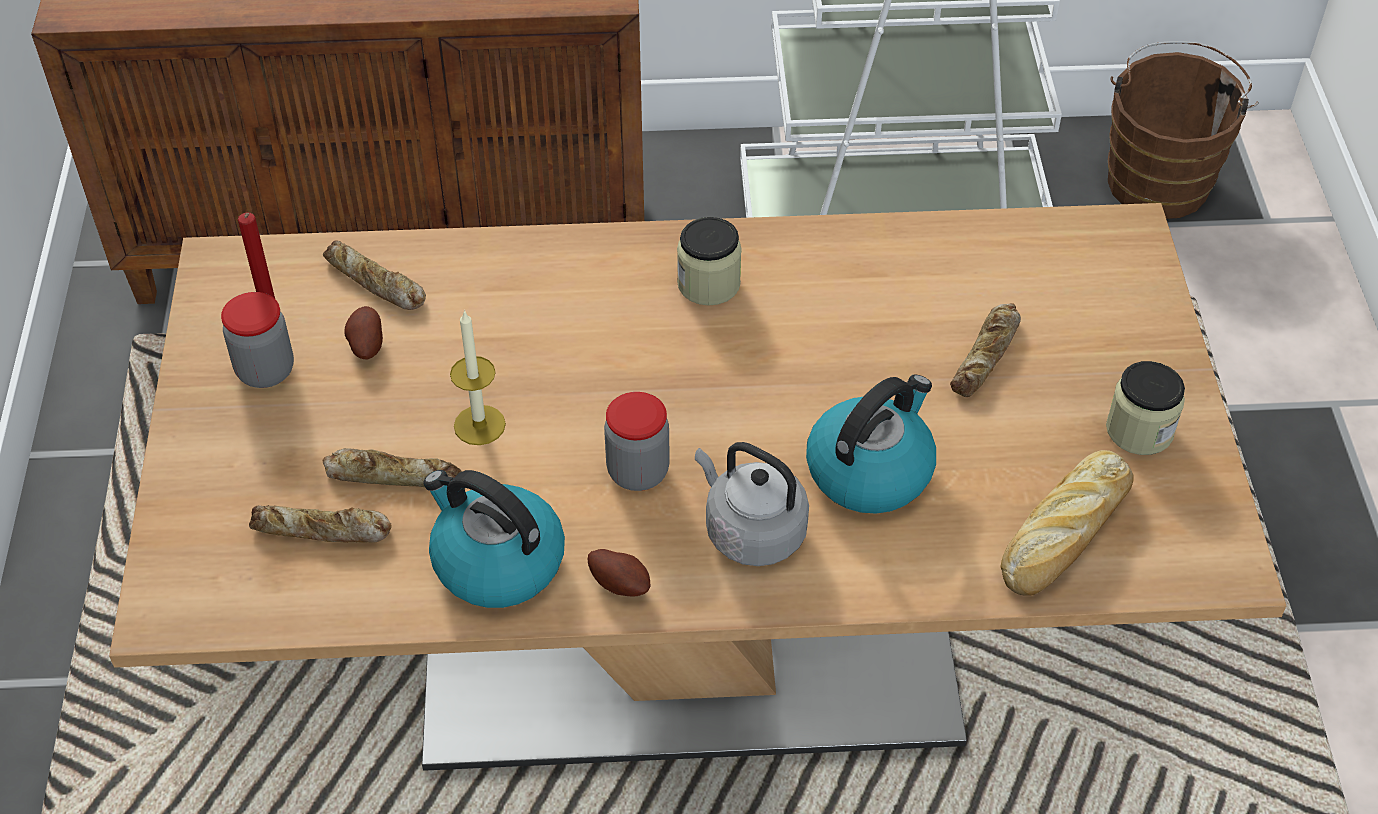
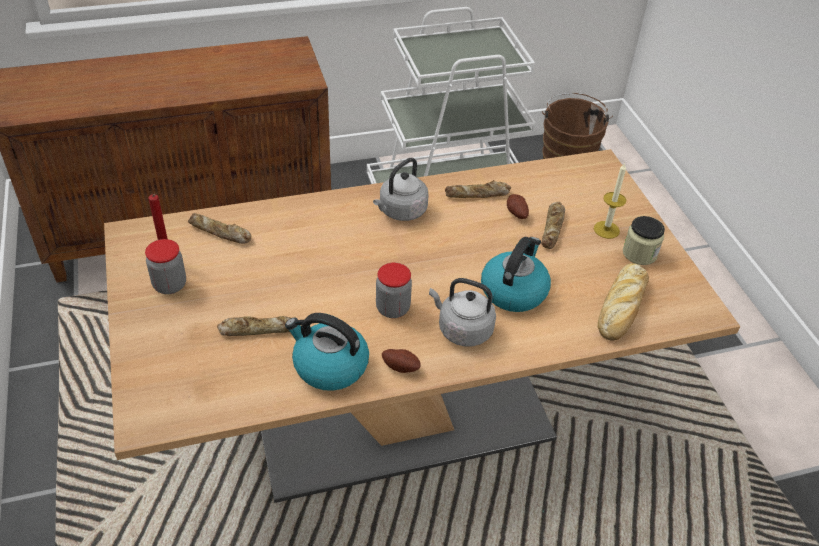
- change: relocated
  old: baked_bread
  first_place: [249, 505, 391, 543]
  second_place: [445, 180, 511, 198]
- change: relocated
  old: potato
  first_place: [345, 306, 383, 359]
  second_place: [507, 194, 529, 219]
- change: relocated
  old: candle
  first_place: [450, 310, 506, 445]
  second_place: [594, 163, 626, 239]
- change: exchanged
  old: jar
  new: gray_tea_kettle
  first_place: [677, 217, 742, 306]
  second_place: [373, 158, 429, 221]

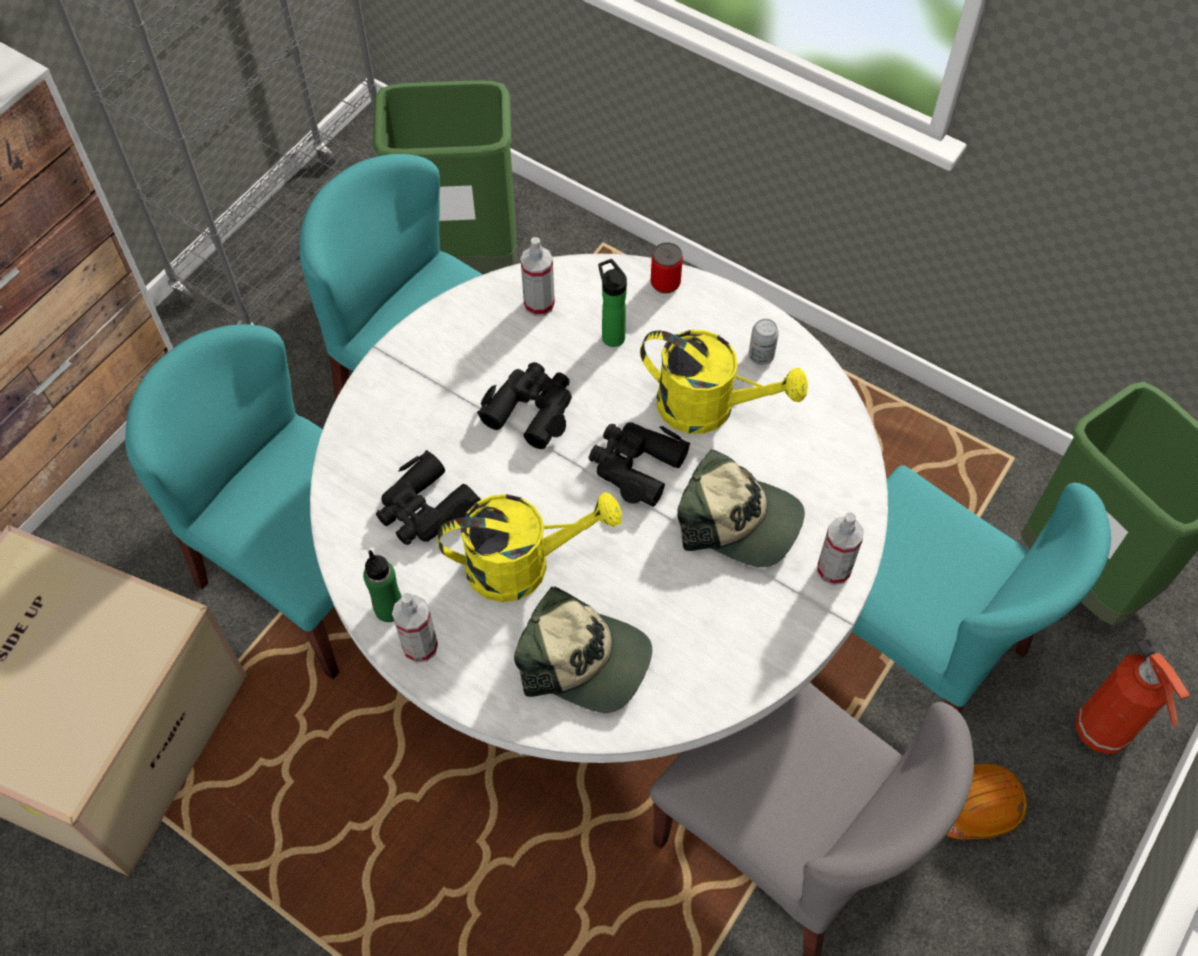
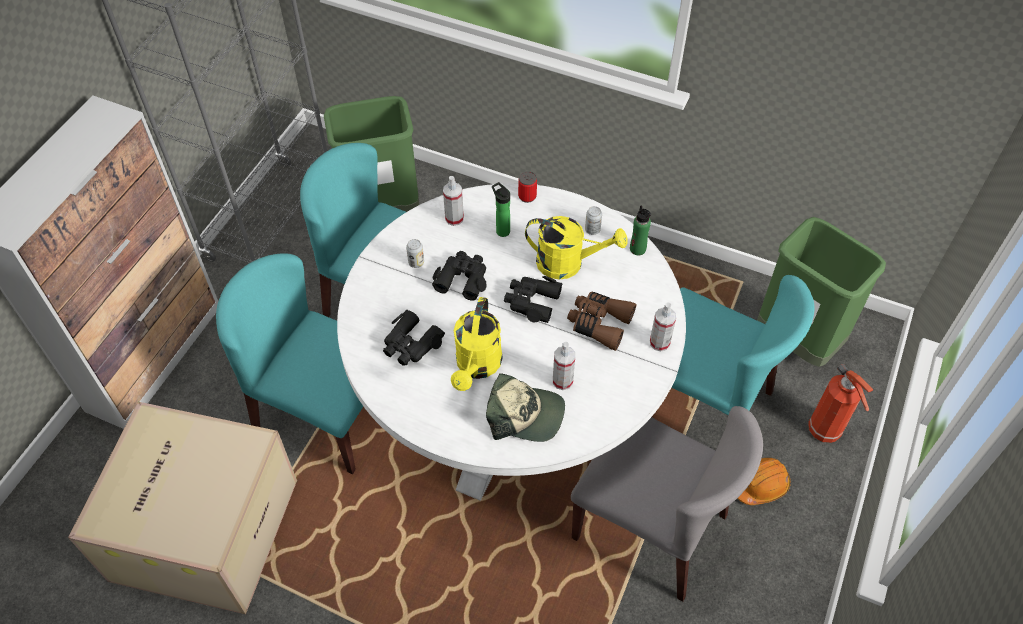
- change: appeared
  new: sealed_can
  second_place: [406, 239, 424, 268]
- change: relocated
  old: greenish_bottle
  first_place: [363, 550, 402, 622]
  second_place: [630, 206, 651, 255]
- change: relocated
  old: sprayer
  first_place: [392, 593, 438, 663]
  second_place: [553, 342, 575, 390]
- change: exchanged
  old: cap
  new: brown-coloured_field_glasses
  first_place: [677, 449, 805, 567]
  second_place: [567, 292, 636, 351]
- change: spun
  old: yellow_watering_pot
  first_place: [437, 492, 622, 602]
  second_place: [451, 297, 503, 391]
  degrees: 120

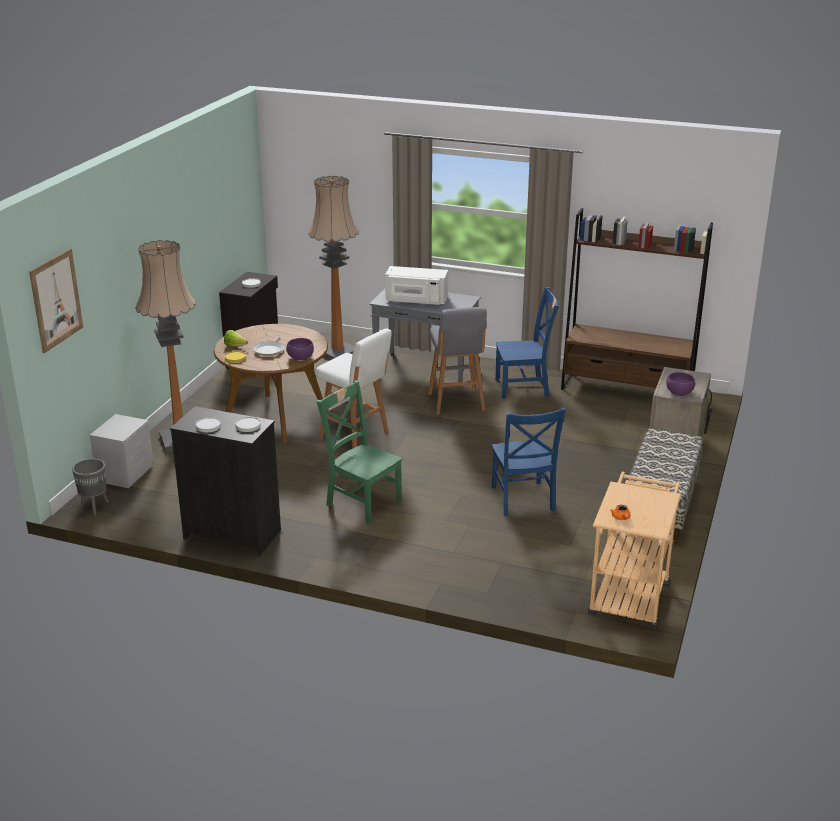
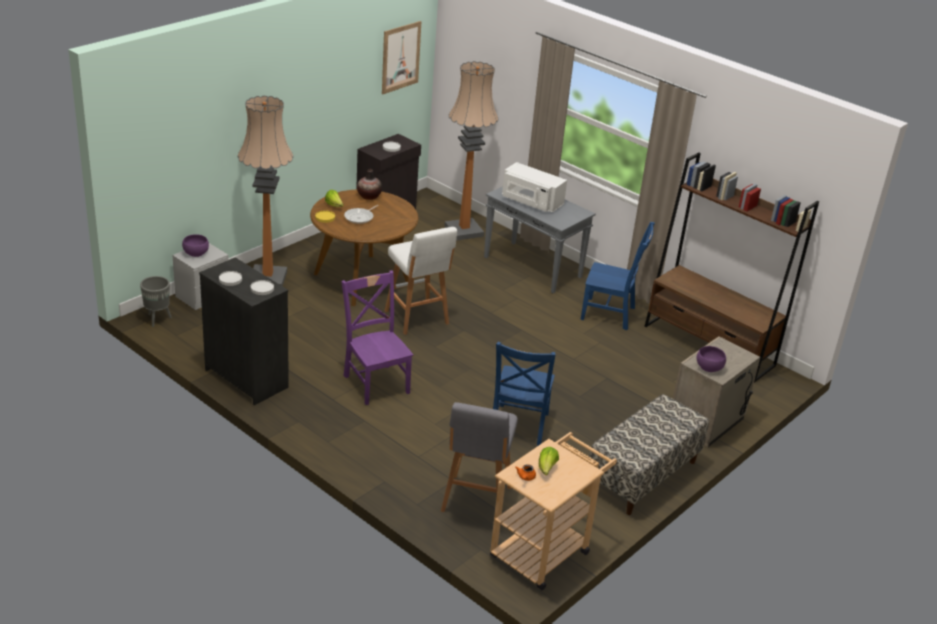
- change: appeared
  new: decorative_vase
  second_place: [357, 169, 382, 200]
- change: appeared
  new: lettuce
  second_place: [539, 447, 559, 475]
- change: relocated
  old: wall_picture
  first_place: [29, 249, 83, 353]
  second_place: [382, 21, 422, 94]
- change: relocated
  old: purple-coloured_bowl
  first_place: [286, 338, 314, 360]
  second_place: [182, 234, 209, 257]
- change: relocated
  old: gray_sitting_stool
  first_place: [428, 307, 487, 415]
  second_place: [441, 402, 518, 512]
- change: colour
  old: greenish_chair
  new: purple-coloured_chair
  first_place: [316, 380, 403, 524]
  second_place: [341, 270, 414, 405]

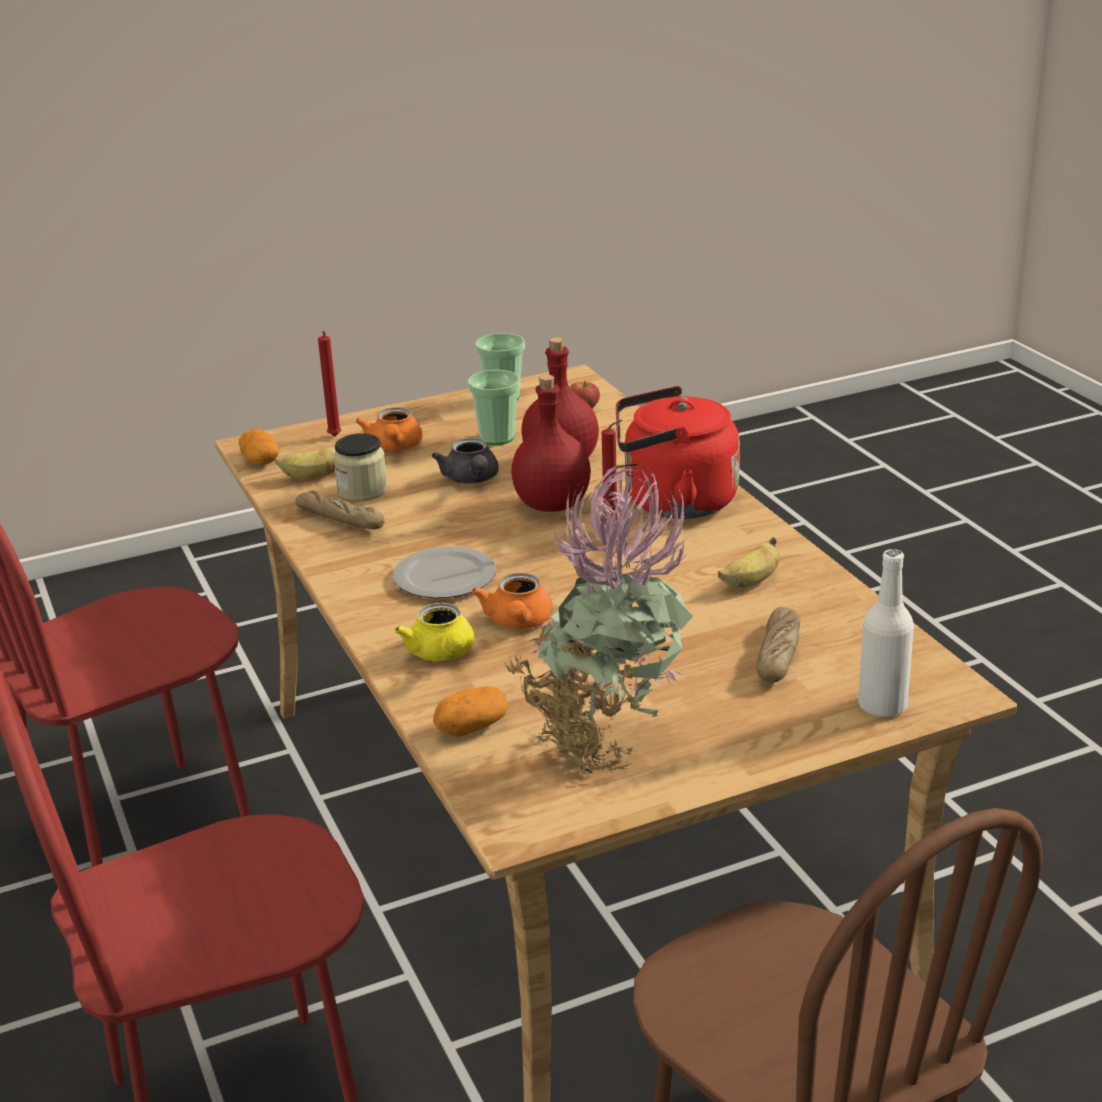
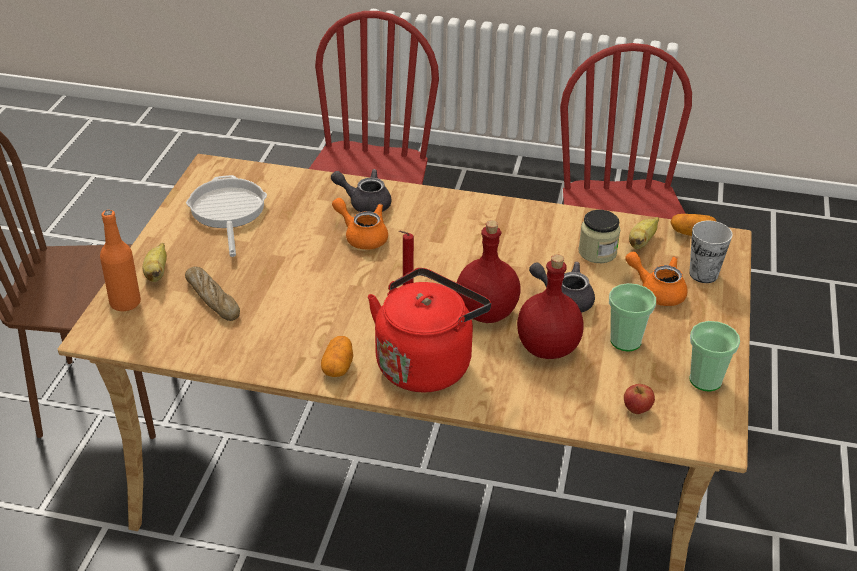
- change: missing
  old: baked_bread
  first_place: [295, 490, 385, 529]
- change: missing
  old: flat_dish
  first_place: [393, 546, 496, 598]
- change: relocated
  old: potato
  first_place: [433, 686, 508, 737]
  second_place: [321, 336, 353, 377]
- change: relocated
  old: banana
  first_place: [718, 537, 780, 588]
  second_place: [143, 243, 167, 282]
- change: exchanged
  old: red-coloured_candle
  new: drinking_cup
  first_place: [318, 331, 342, 436]
  second_place: [689, 221, 733, 283]
- change: exchanged
  old: houseplant
  new: pan
  first_place: [503, 464, 693, 776]
  second_place: [186, 175, 267, 257]
- change: colour
  old: yellow_tea_pot
  new: gray_tea_pot
  first_place: [395, 603, 475, 661]
  second_place: [331, 169, 392, 212]
- change: colour
  old: white-coloured_bottle
  new: orange_bottle
  first_place: [858, 549, 914, 717]
  second_place: [100, 210, 141, 311]

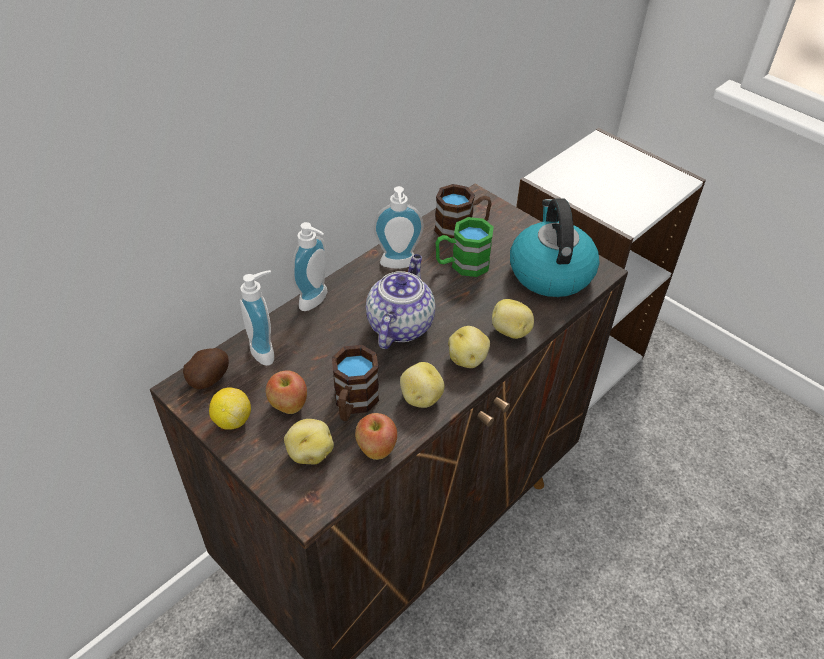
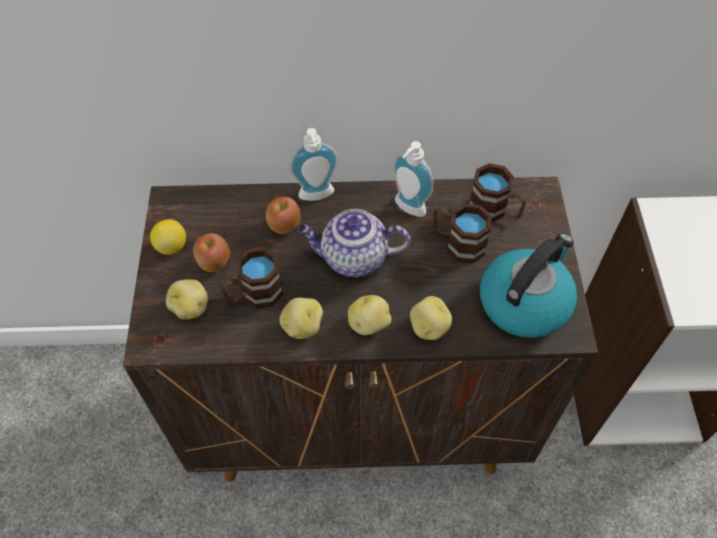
- change: missing
  old: potato
  first_place: [183, 348, 229, 389]
- change: missing
  old: liquid_soap_bottle
  first_place: [240, 270, 274, 366]
- change: relocated
  old: whole_apple
  first_place: [355, 413, 397, 460]
  second_place: [266, 197, 300, 234]
- change: colour
  old: greenish_coffee_mug
  new: brown-coloured_coffee_mug
  first_place: [436, 217, 494, 277]
  second_place: [433, 204, 492, 264]
- change: spun
  old: tea_pot
  first_place: [366, 254, 435, 349]
  second_place: [298, 209, 410, 277]
  degrees: -150

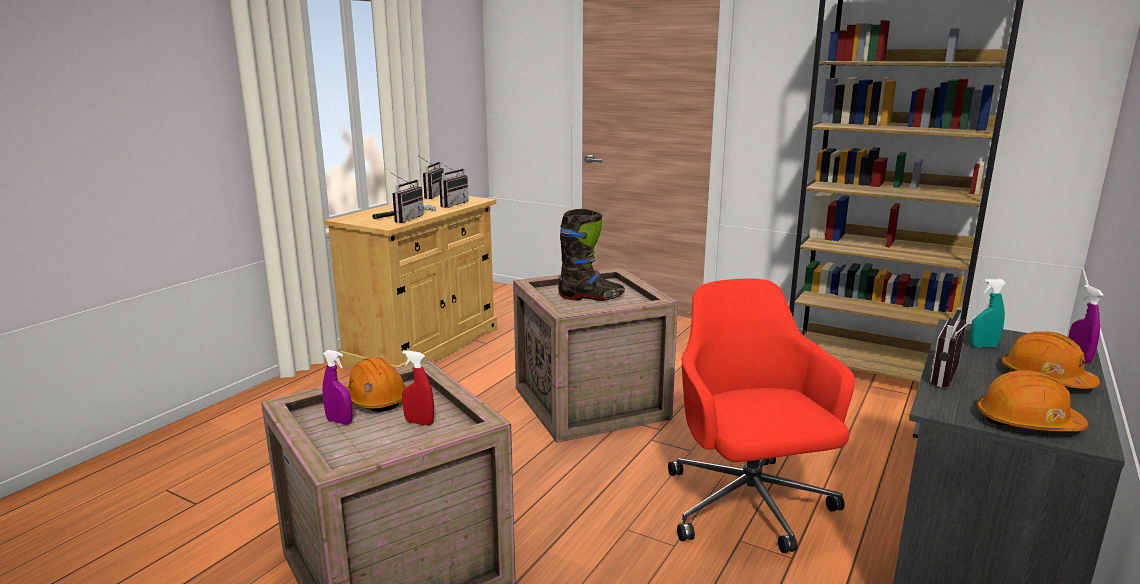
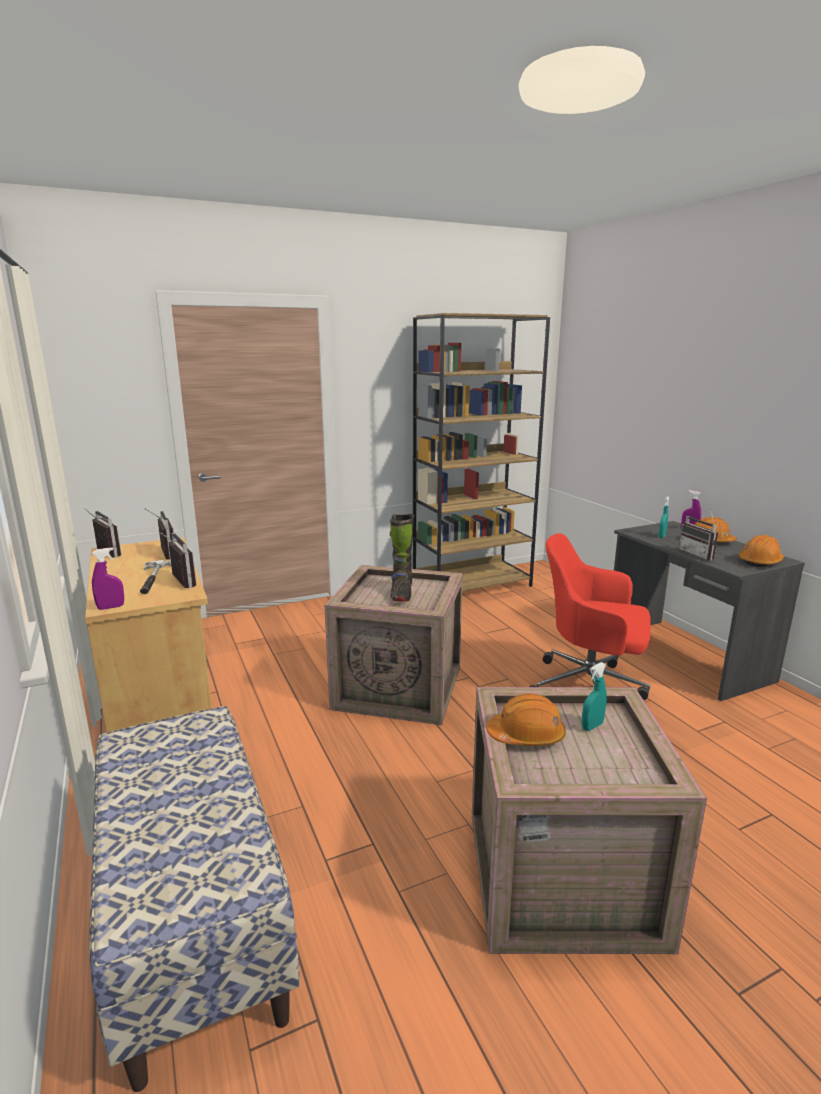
- change: appeared
  new: bench
  second_place: [89, 706, 300, 1092]
- change: relocated
  old: purple-coloured_sprayer
  first_place: [323, 350, 353, 424]
  second_place: [92, 548, 124, 610]
- change: colour
  old: red-coloured_sprayer
  new: turquoise_sprayer
  first_place: [402, 350, 434, 425]
  second_place: [582, 662, 607, 731]
- change: spun
  old: black-coloured_high-top_boot
  first_place: [558, 209, 625, 301]
  second_place: [390, 514, 414, 602]
  degrees: 150

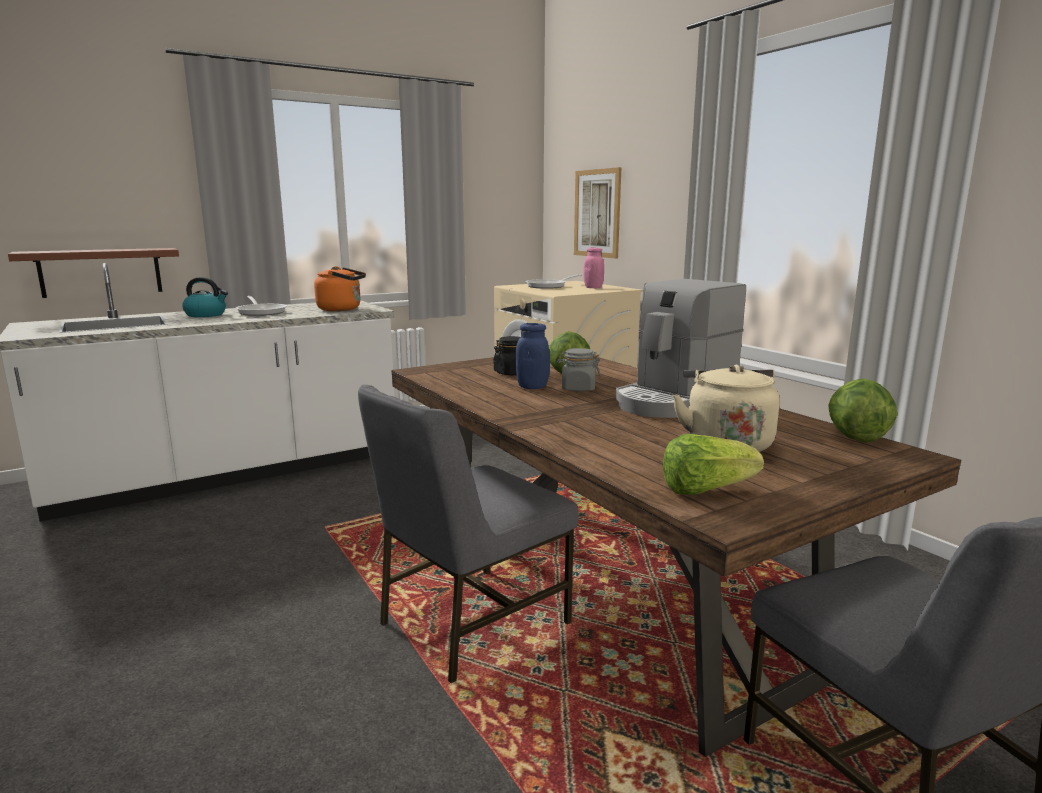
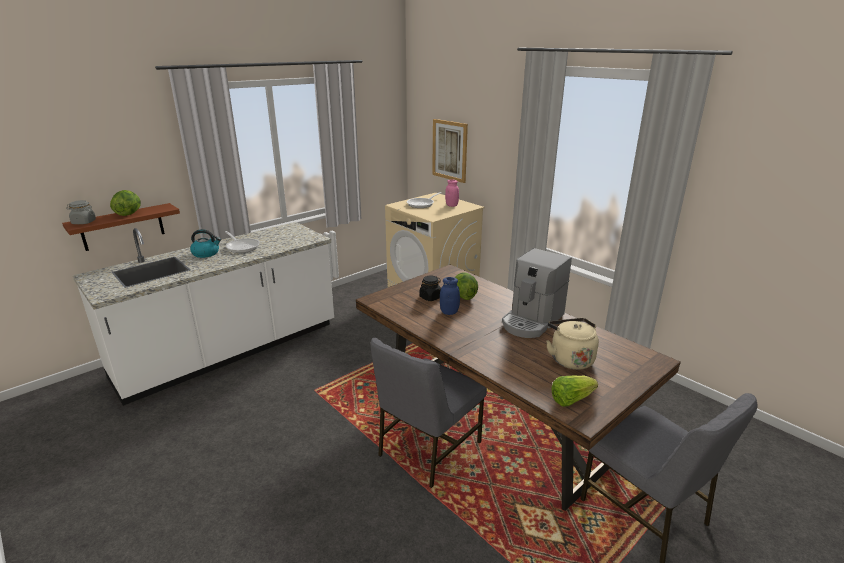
- change: missing
  old: orange_tea_kettle
  first_place: [314, 266, 366, 311]
- change: relocated
  old: gray_jar
  first_place: [557, 348, 600, 391]
  second_place: [66, 200, 96, 224]
- change: relocated
  old: lettuce
  first_place: [828, 379, 897, 443]
  second_place: [110, 190, 141, 216]

